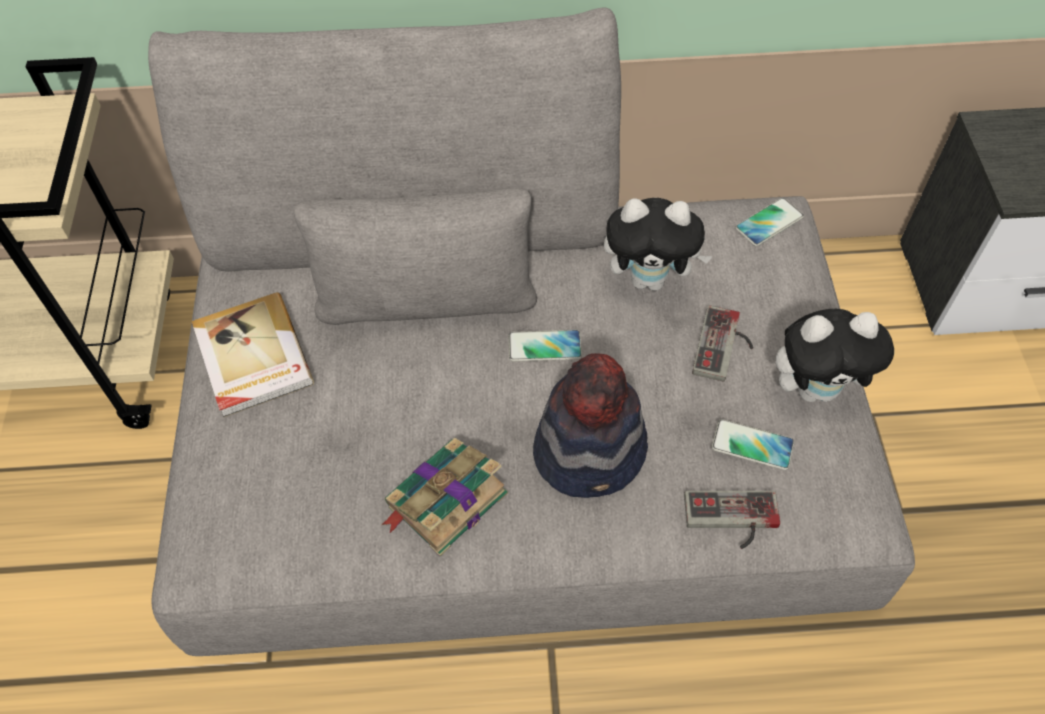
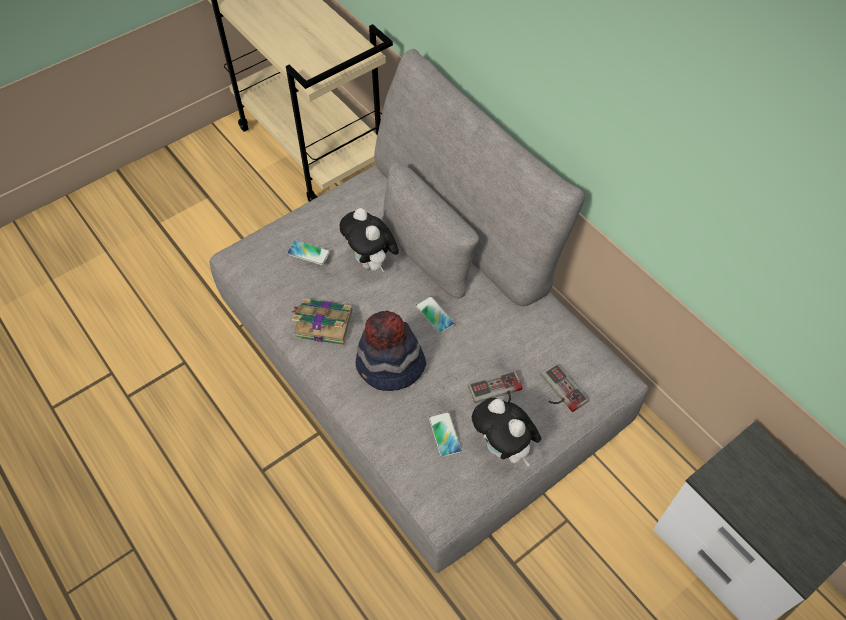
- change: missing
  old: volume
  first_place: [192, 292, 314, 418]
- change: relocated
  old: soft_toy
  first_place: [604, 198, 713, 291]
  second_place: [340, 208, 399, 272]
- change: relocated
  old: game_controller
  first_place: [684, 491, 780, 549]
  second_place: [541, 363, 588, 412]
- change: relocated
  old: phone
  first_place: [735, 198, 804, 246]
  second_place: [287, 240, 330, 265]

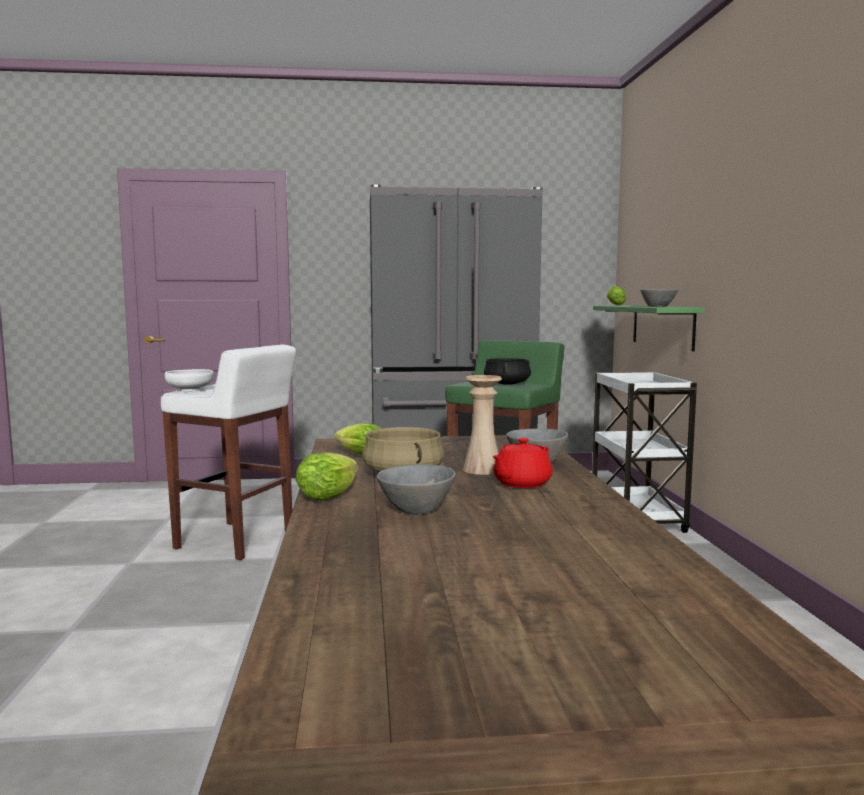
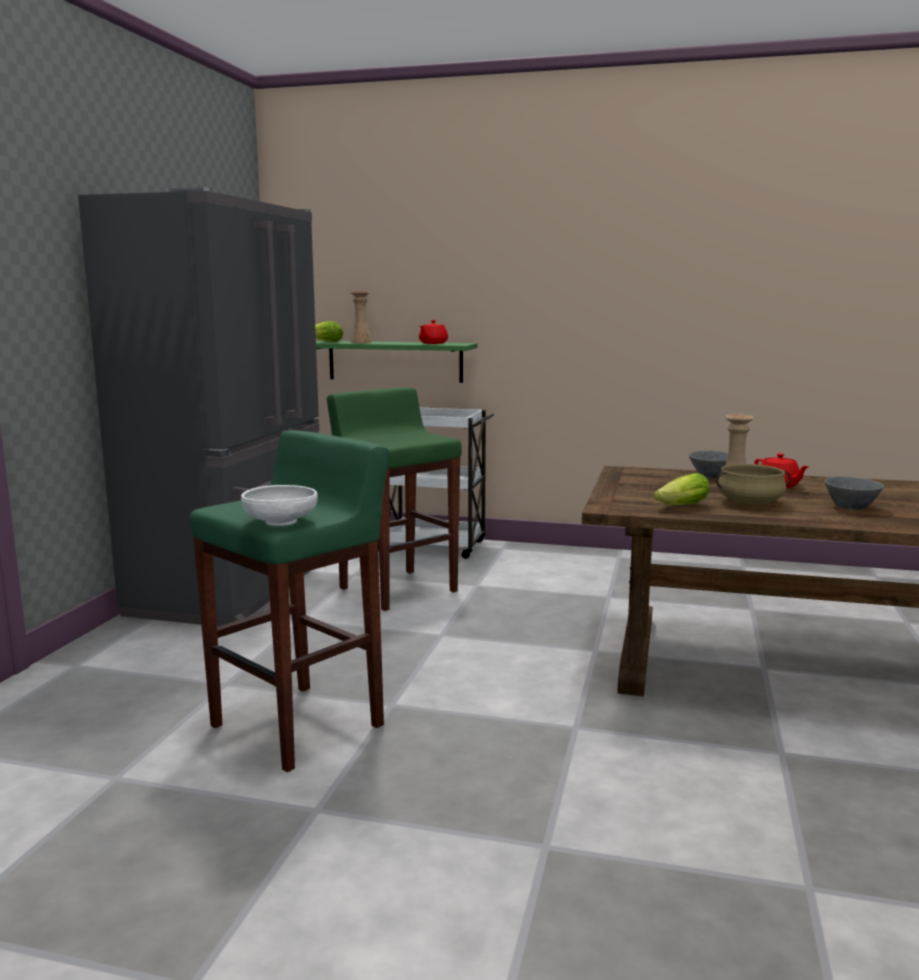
- change: missing
  old: lettuce
  first_place: [295, 452, 358, 501]
- change: missing
  old: black-coloured_saucepot
  first_place: [484, 358, 531, 385]
- change: appeared
  new: sand-coloured_decorative_vase
  second_place: [350, 292, 372, 343]
- change: exchanged
  old: gray_bowl
  new: red-coloured_tea_pot
  first_place: [640, 289, 678, 307]
  second_place: [419, 320, 448, 344]
- change: colour
  old: white-coloured_sitting_stool
  new: greenish_sitting_stool
  first_place: [161, 345, 296, 560]
  second_place: [190, 430, 389, 772]

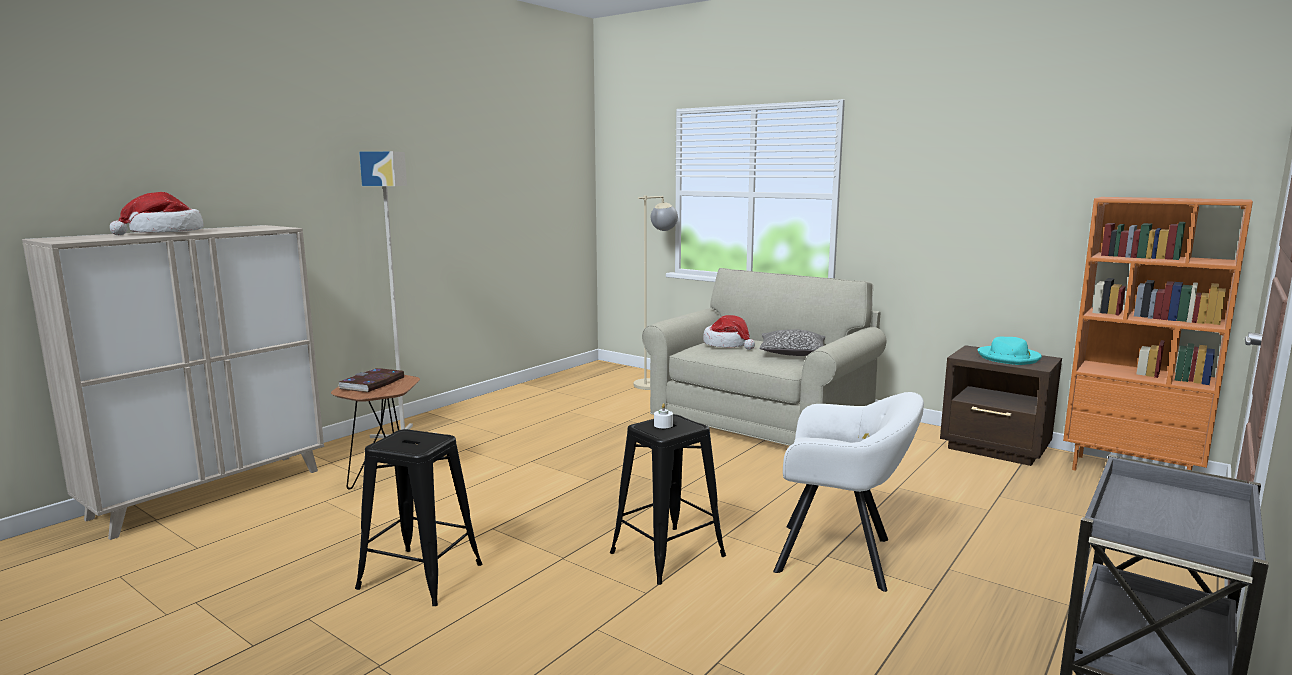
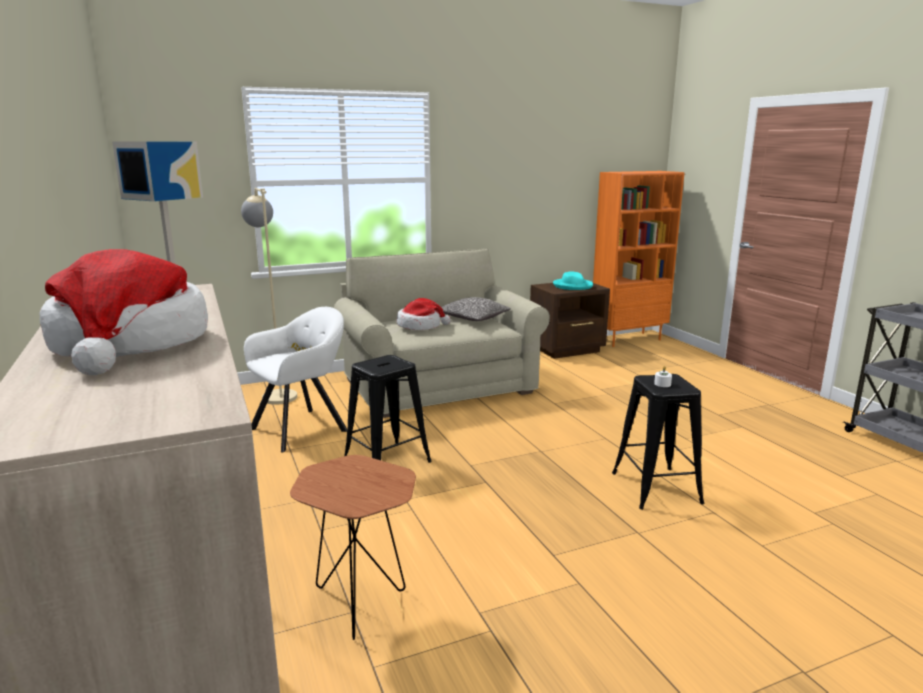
- change: missing
  old: volume
  first_place: [338, 368, 404, 392]
- change: relocated
  old: black-coloured_sitting_stool
  first_place: [355, 429, 482, 606]
  second_place: [344, 355, 432, 463]
- change: relocated
  old: white-coloured_armchair
  first_place: [773, 392, 924, 592]
  second_place: [244, 307, 347, 453]

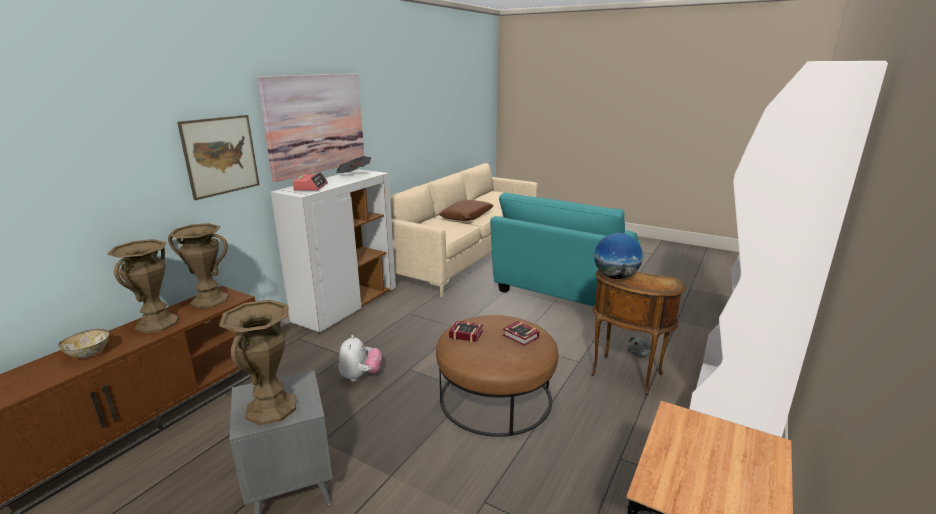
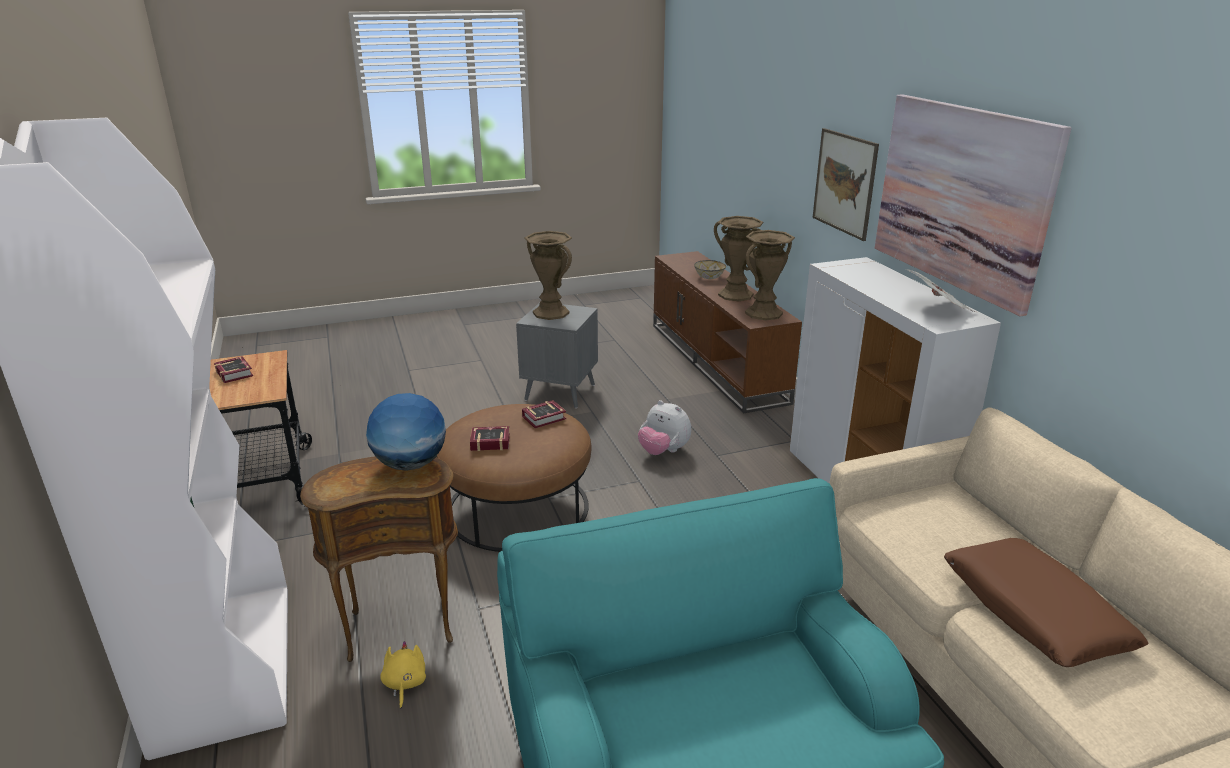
- change: missing
  old: table_clock
  first_place: [292, 172, 328, 191]
- change: appeared
  new: volume
  second_place: [214, 356, 253, 383]
- change: colour
  old: gray_soft_toy
  new: yellow_soft_toy
  first_place: [627, 337, 651, 357]
  second_place: [380, 641, 426, 709]

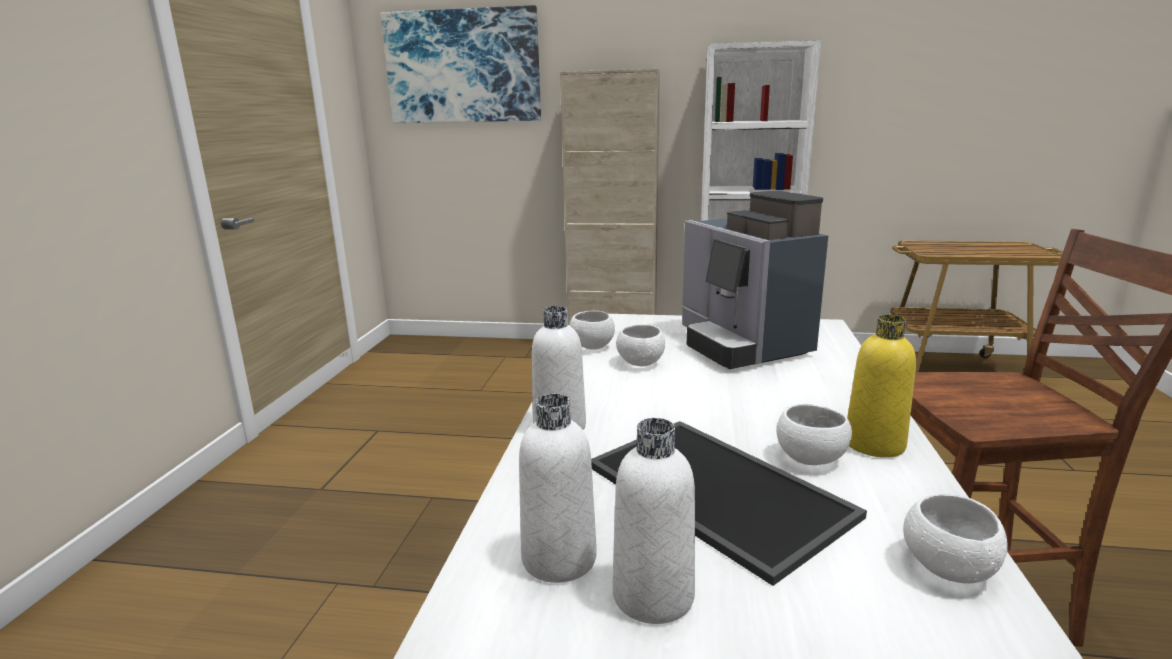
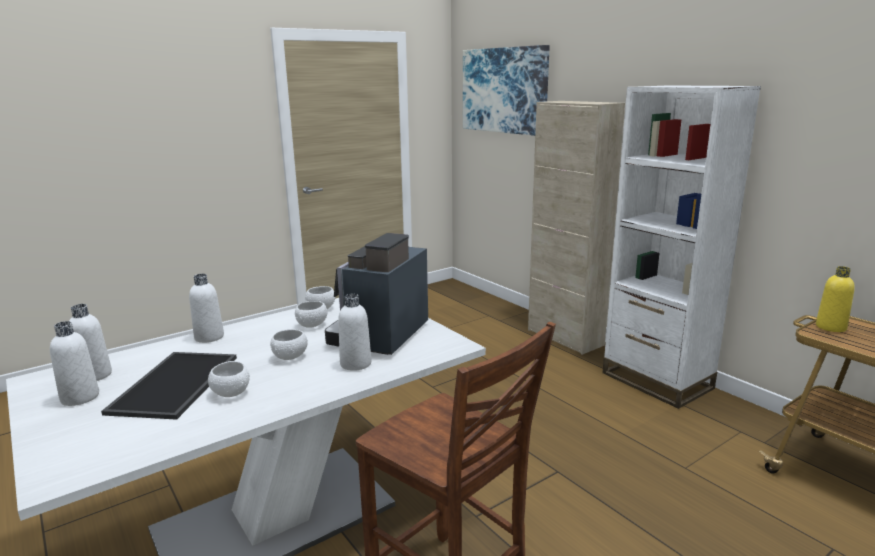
- change: appeared
  new: white-coloured_bottle
  second_place: [338, 294, 372, 371]
- change: relocated
  old: yellow_bottle
  first_place: [847, 315, 916, 458]
  second_place: [816, 266, 855, 332]
- change: relocated
  old: white-coloured_bowl
  first_place: [903, 494, 1008, 583]
  second_place: [270, 329, 308, 360]

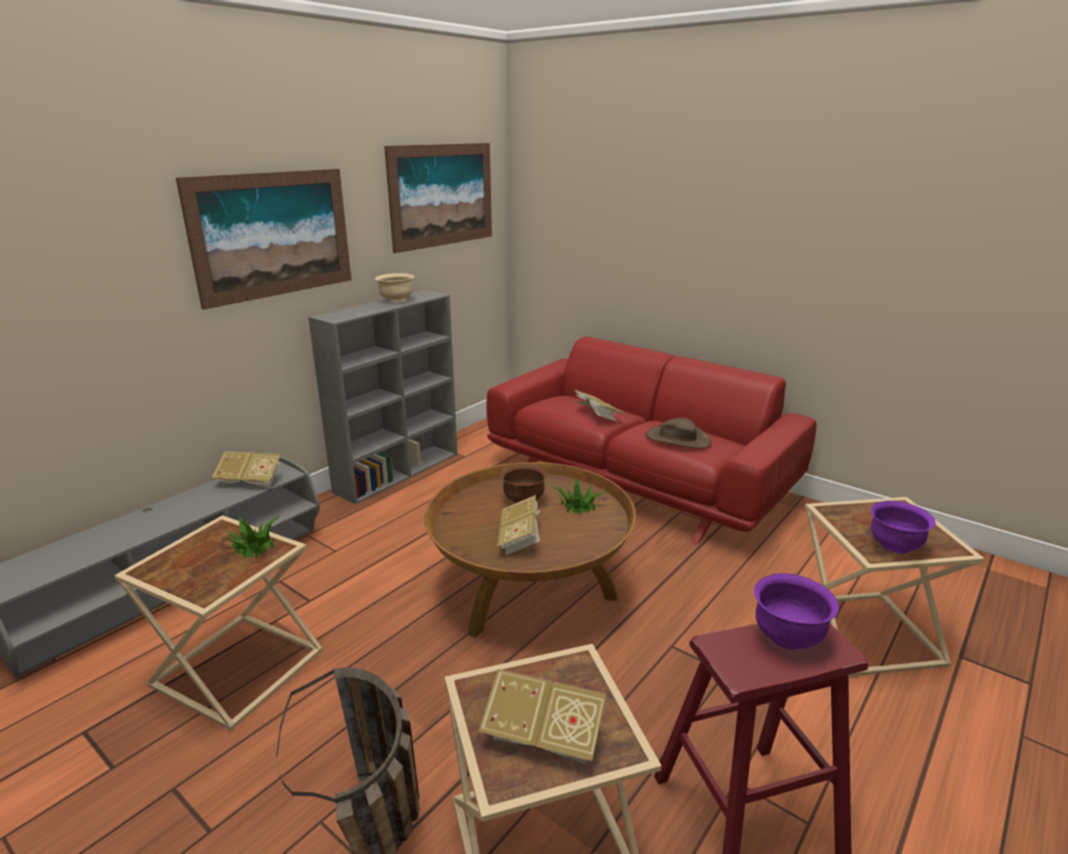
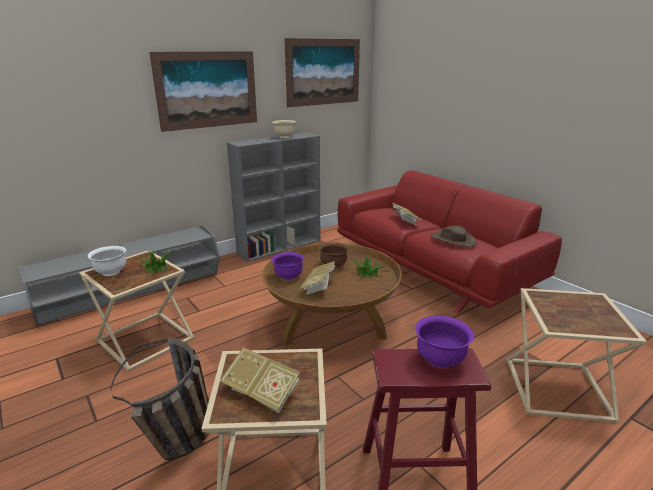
- change: missing
  old: volume
  first_place: [211, 451, 281, 488]
- change: appeared
  new: white-coloured_bowl
  second_place: [88, 246, 126, 276]
- change: relocated
  old: purple-coloured_bowl
  first_place: [870, 501, 935, 554]
  second_place: [271, 252, 304, 280]

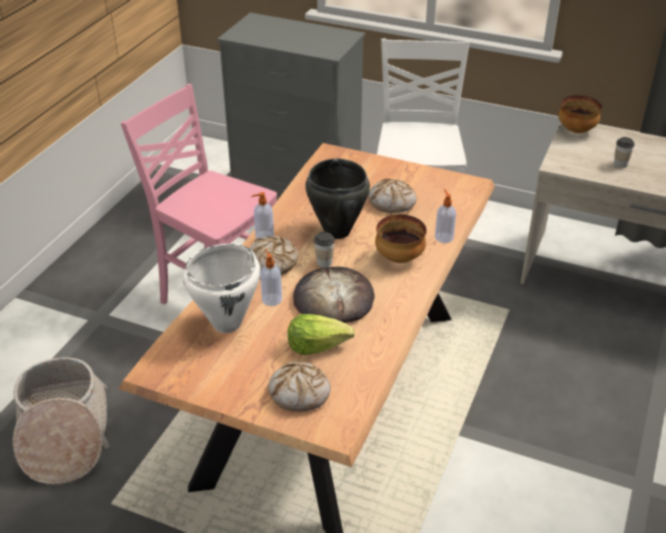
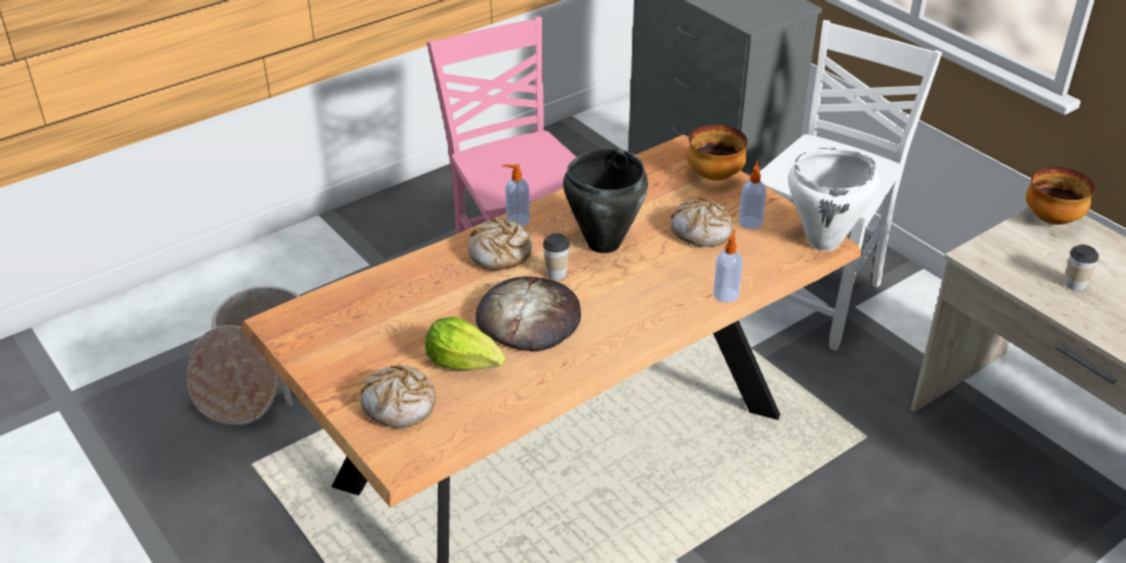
- change: relocated
  old: white-coloured_saucepot
  first_place: [183, 244, 260, 333]
  second_place: [788, 148, 879, 251]
- change: relocated
  old: liquid_soap_bottle
  first_place: [260, 249, 282, 306]
  second_place: [739, 160, 766, 229]
- change: relocated
  old: bowl
  first_place: [375, 214, 427, 263]
  second_place: [687, 125, 748, 181]

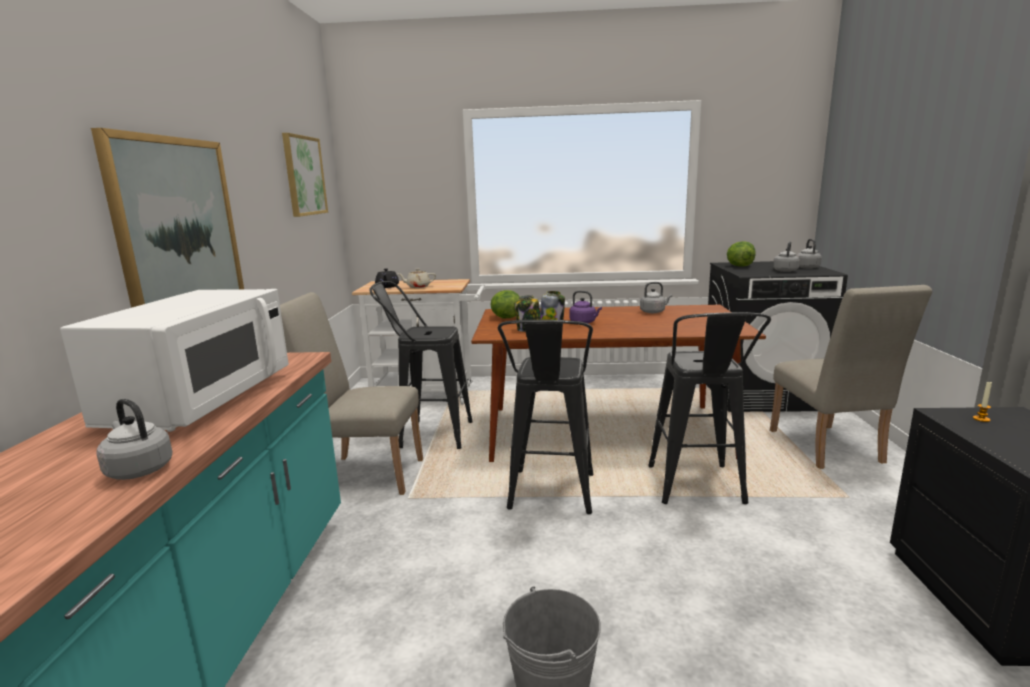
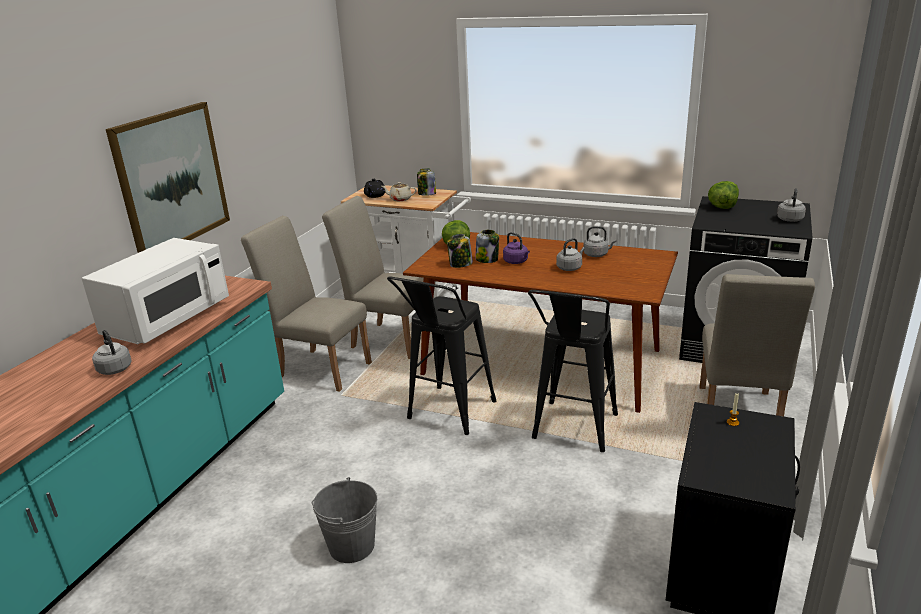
- change: missing
  old: wall_picture
  first_place: [282, 133, 328, 217]
- change: appeared
  new: jar
  second_place: [417, 168, 436, 196]
- change: relocated
  old: gray_tea_kettle
  first_place: [773, 241, 800, 272]
  second_place: [556, 238, 585, 271]
- change: exchanged
  old: black-coloured_sitting_stool
  new: sand-coloured_chair
  first_place: [369, 281, 473, 449]
  second_place: [322, 196, 423, 359]

